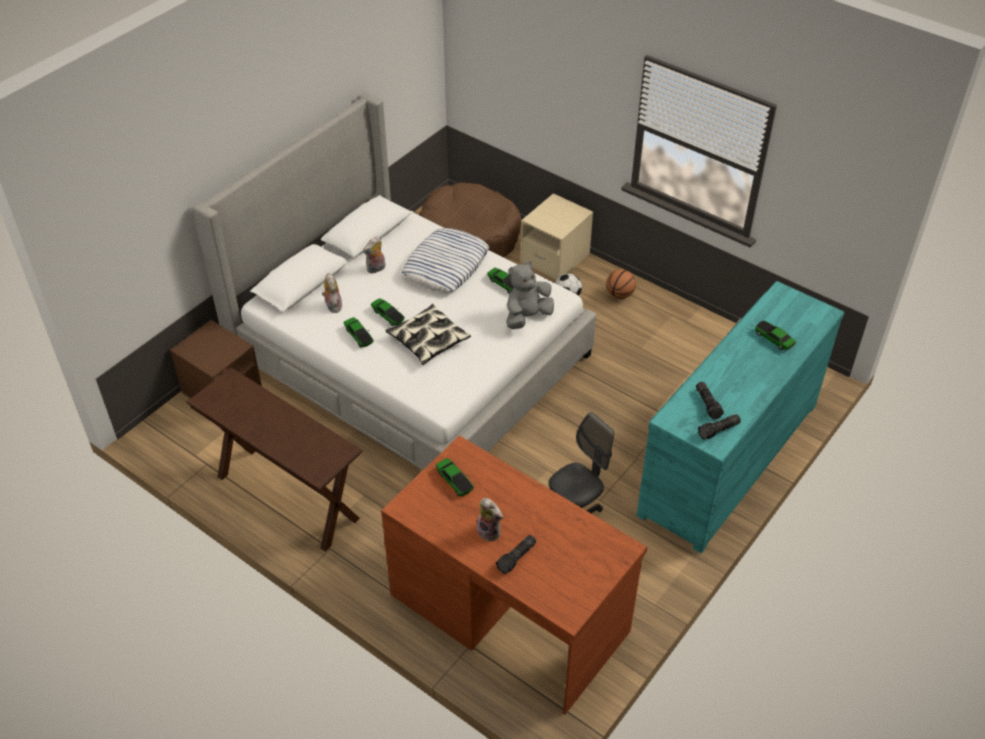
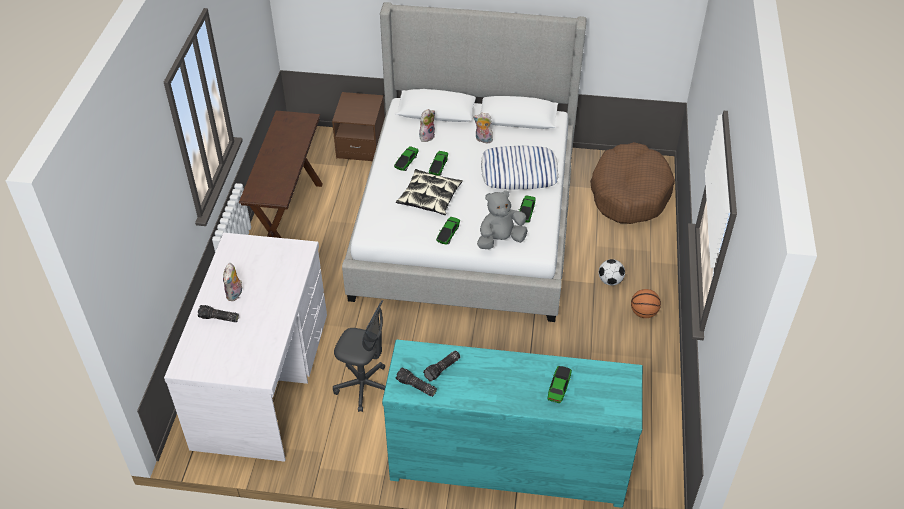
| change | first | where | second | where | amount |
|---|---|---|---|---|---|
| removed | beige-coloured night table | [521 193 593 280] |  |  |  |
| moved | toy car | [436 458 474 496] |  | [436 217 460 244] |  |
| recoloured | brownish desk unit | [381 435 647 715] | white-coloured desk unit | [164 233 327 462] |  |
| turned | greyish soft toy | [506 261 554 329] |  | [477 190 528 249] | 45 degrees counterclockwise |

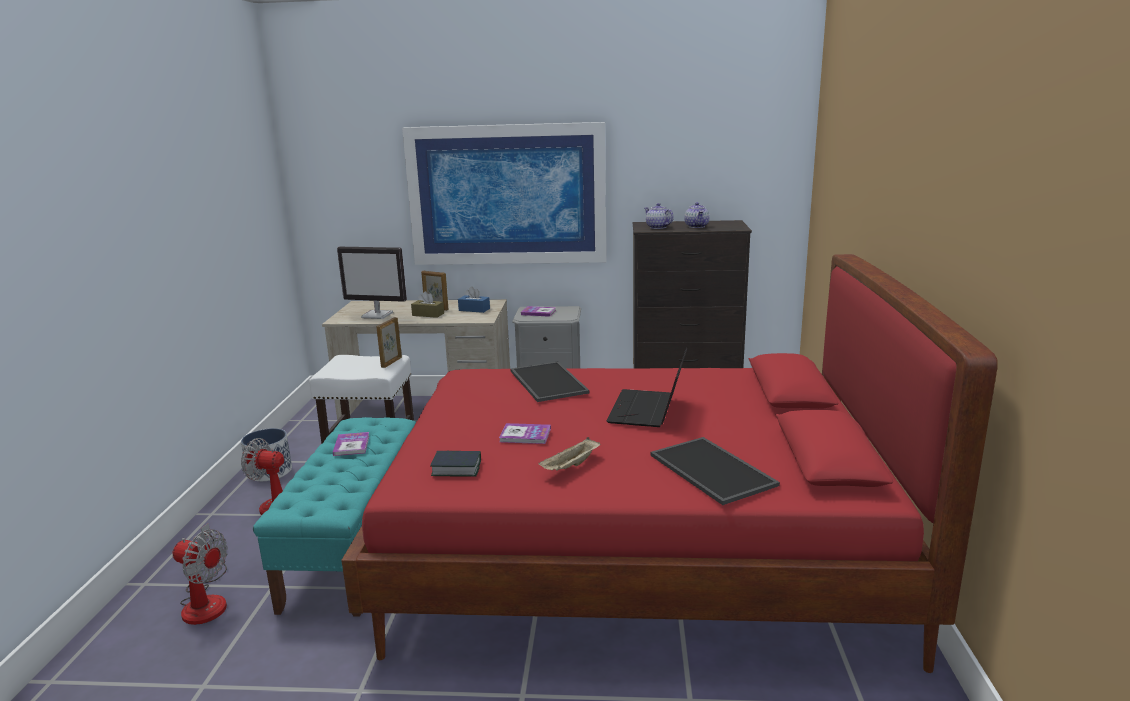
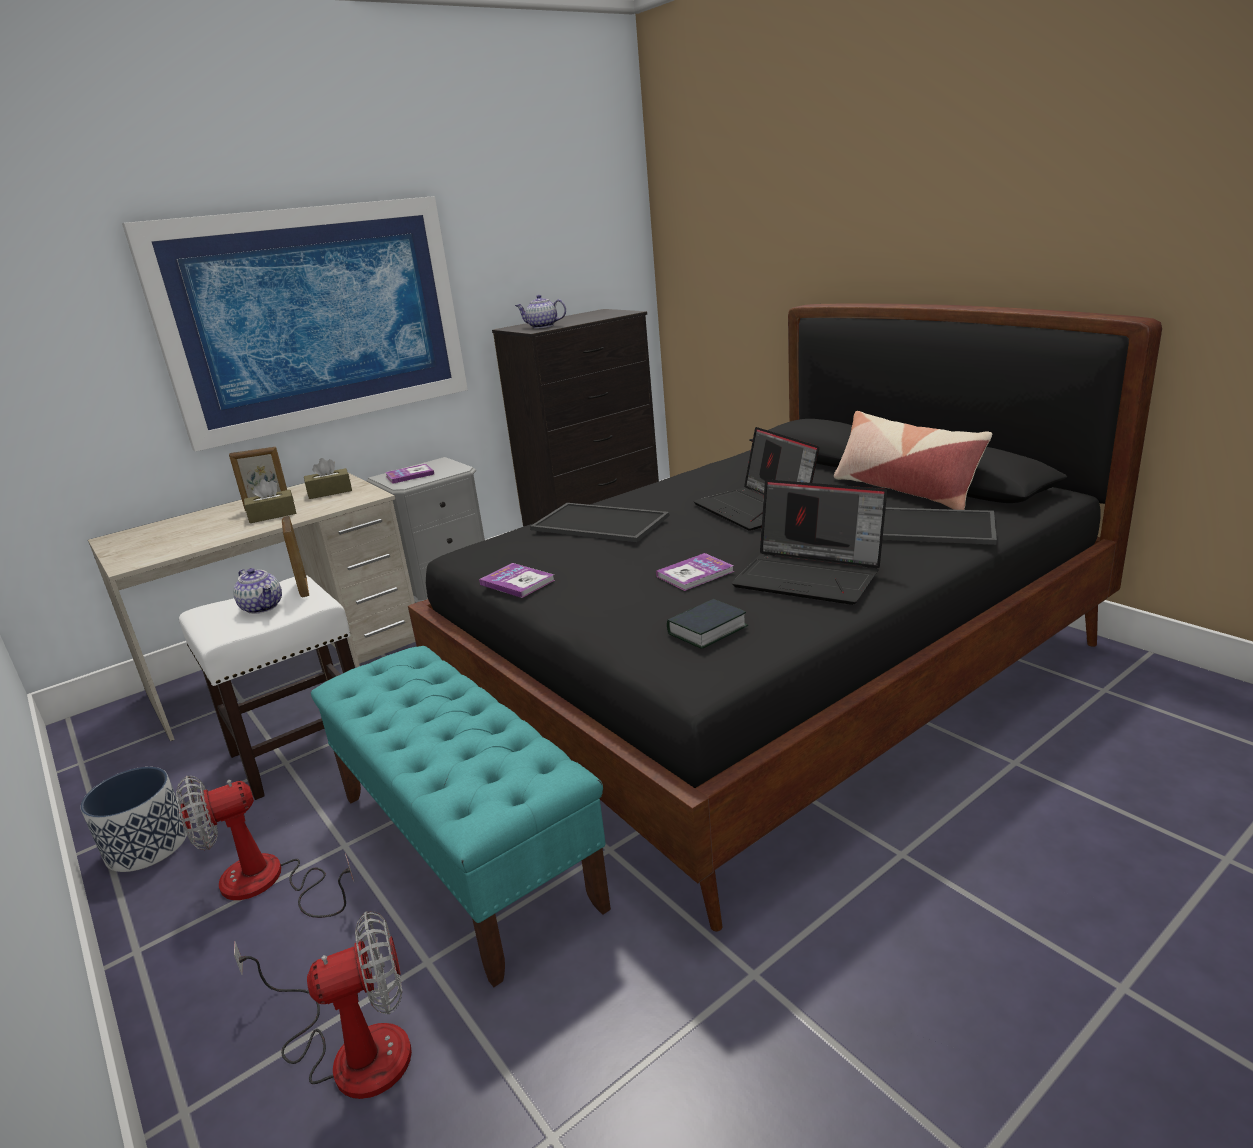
| change | first | where | second | where | amount |
|---|---|---|---|---|---|
| removed | computer display | [337 247 407 319] |  |  |  |
| added |  |  | cushion | [834 411 992 510] |  |
| moved | volume | [333 432 369 456] |  | [479 563 555 598] |  |
| moved | pot for tea | [684 202 710 228] |  | [233 568 282 614] |  |
| replaced | beige-coloured carrying tray | [538 437 600 471] | laptop | [732 479 887 605] |  |
| recoloured | reddish sleeping bed | [341 254 998 673] | black-coloured sleeping bed | [408 304 1162 932] |  |
| recoloured | bluish tissue box | [458 287 490 313] | brownish tissue box | [304 458 352 499] |  |

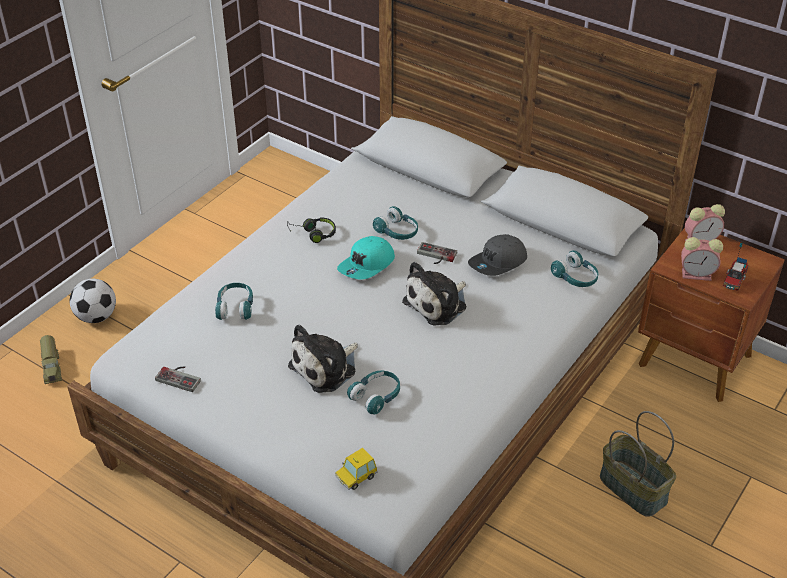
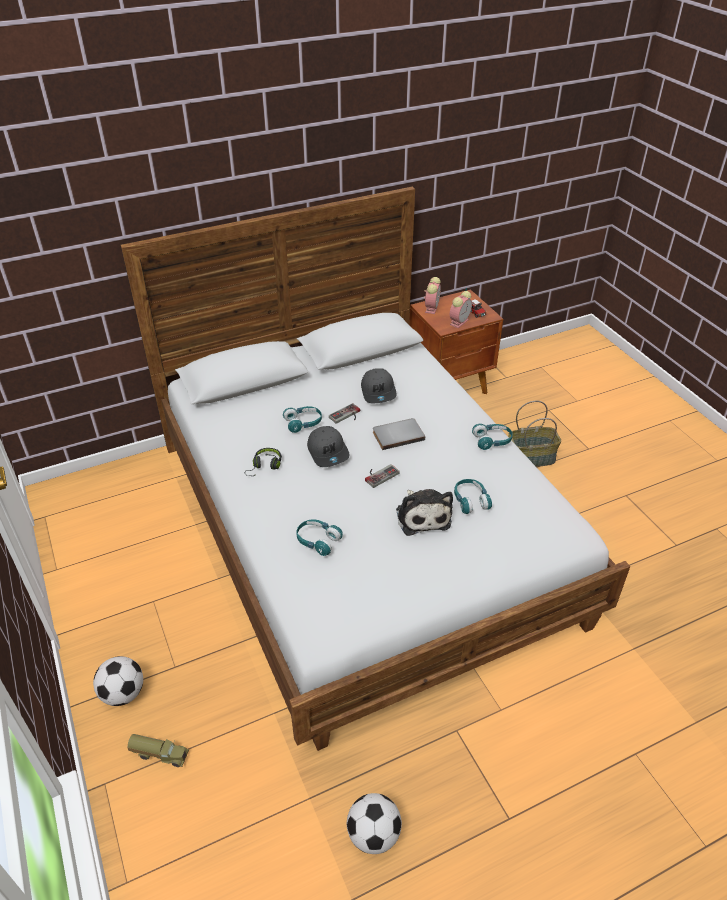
| change | first | where | second | where | amount |
|---|---|---|---|---|---|
| removed | toy car | [335 448 378 490] |  |  |  |
| added |  |  | football | [347 793 402 854] |  |
| moved | joypad | [155 366 201 392] |  | [365 464 400 488] |  |
| moved | blue-green headset | [551 250 598 287] |  | [472 423 513 450] |  |
| replaced | soft toy | [402 262 466 326] | greyish volume | [373 418 425 450] |  |
| recoloured | blue-green cap | [337 236 395 280] | greyish cap | [307 426 350 467] |  |

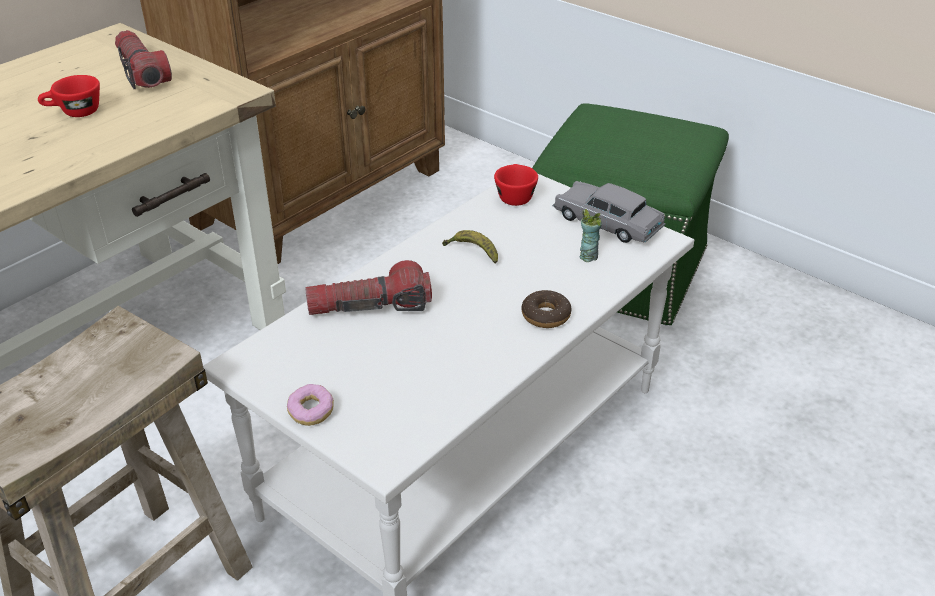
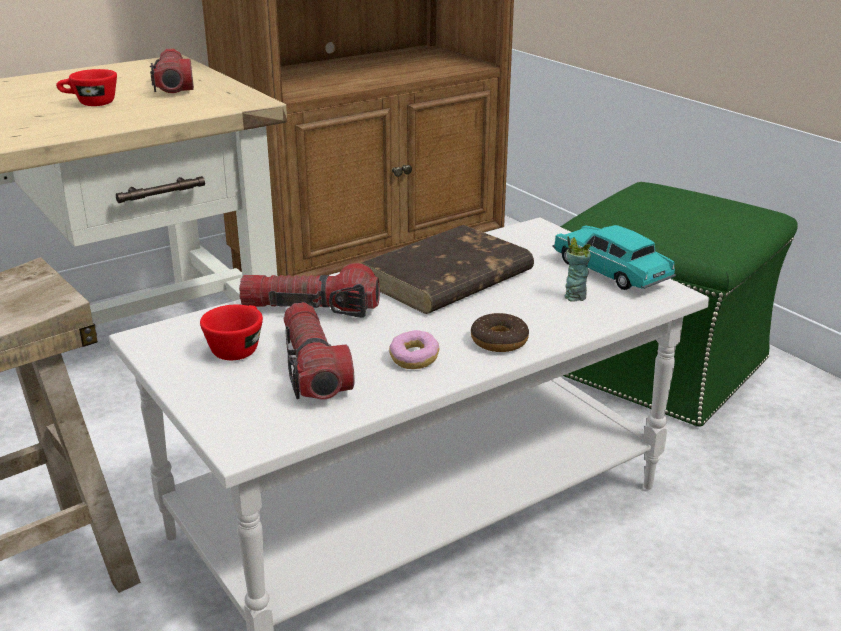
| change | first | where | second | where | amount |
|---|---|---|---|---|---|
| added |  |  | hand torch | [284 302 355 400] |  |
| moved | ring doughnut | [287 384 334 426] |  | [389 330 440 369] |  |
| moved | reddish cup | [494 164 538 206] |  | [200 304 263 360] |  |
| replaced | banana | [442 230 498 264] | brownish volume | [361 225 534 314] |  |
| recoloured | greyish toy car | [552 181 666 243] | blue-green toy car | [552 225 676 290] |  |

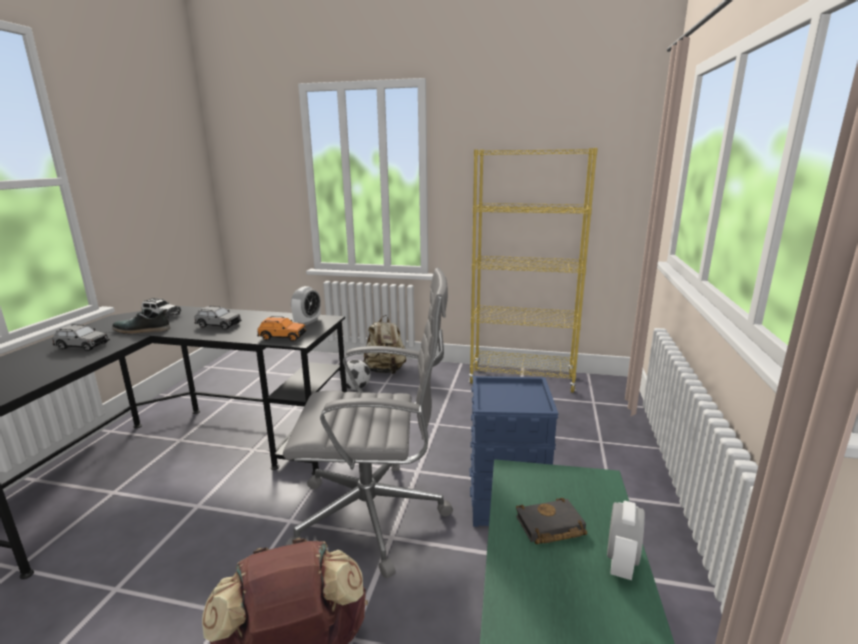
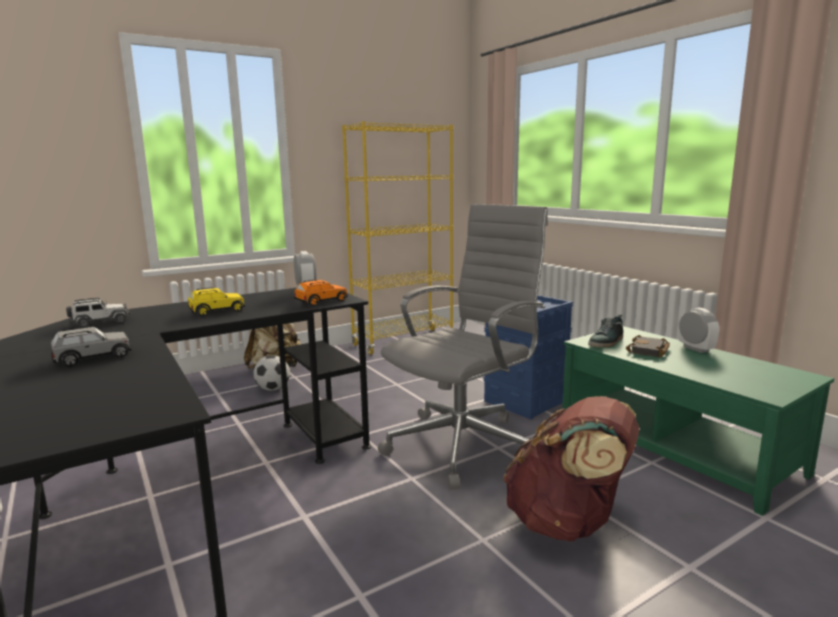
| change | first | where | second | where | amount |
|---|---|---|---|---|---|
| moved | low shoe | [112 308 170 334] |  | [588 314 623 347] |  |
| recoloured | greyish toy car | [194 306 242 330] | yellow-coloured toy car | [188 287 245 316] |  |

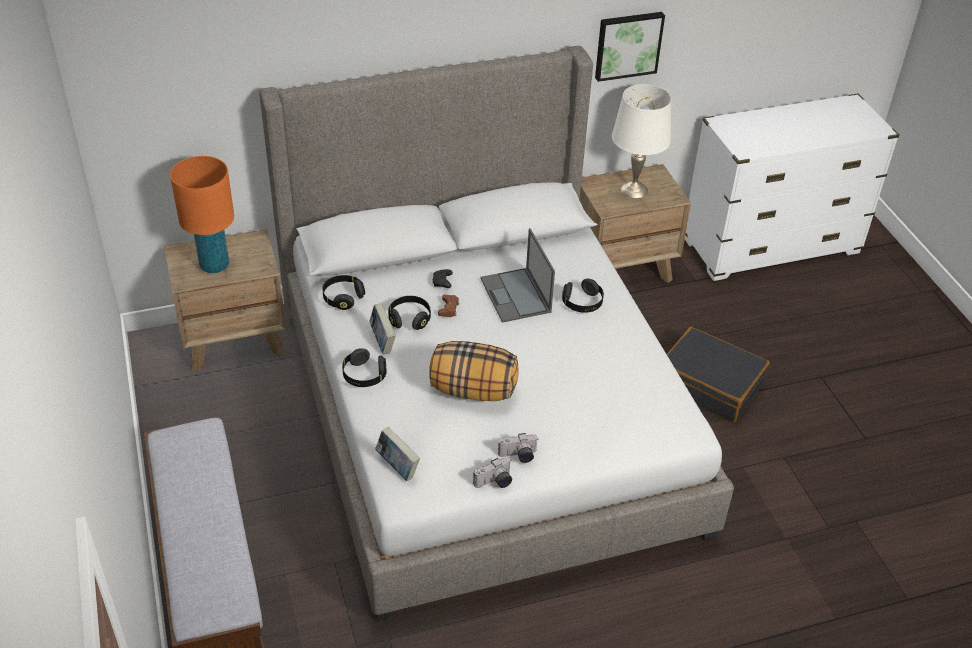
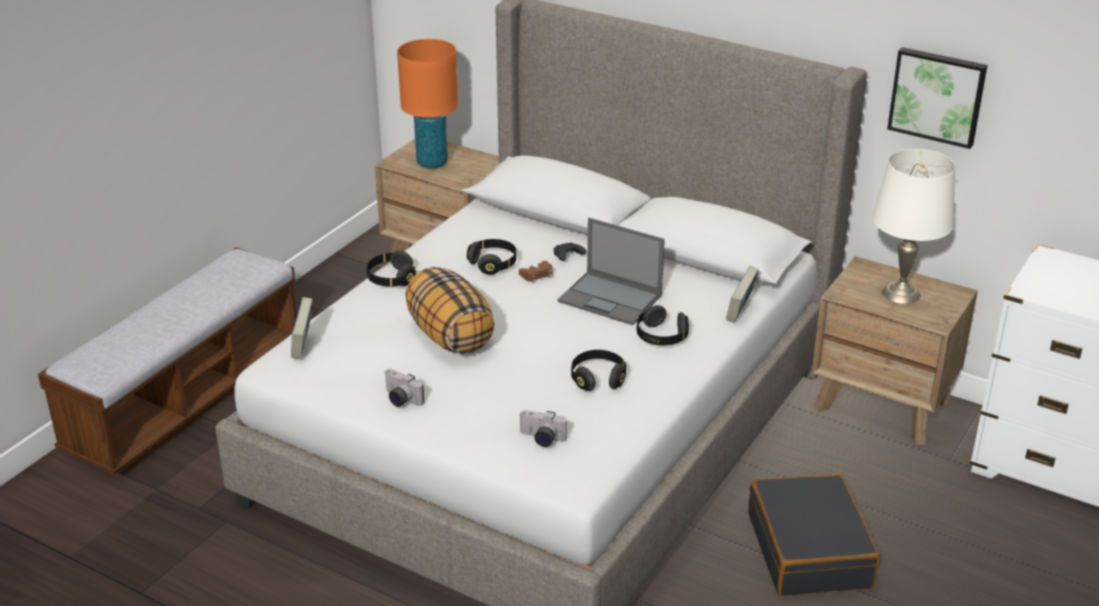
| change | first | where | second | where | amount |
|---|---|---|---|---|---|
| moved | black-coloured headset | [323 275 365 310] |  | [571 350 626 391] |  |
| moved | volume | [369 303 396 354] |  | [726 266 759 323] |  |
| moved | photo camera | [473 457 512 488] |  | [520 410 567 447] |  |
| turned | laptop | [480 228 555 323] |  | [558 218 665 325] | 90 degrees counterclockwise |

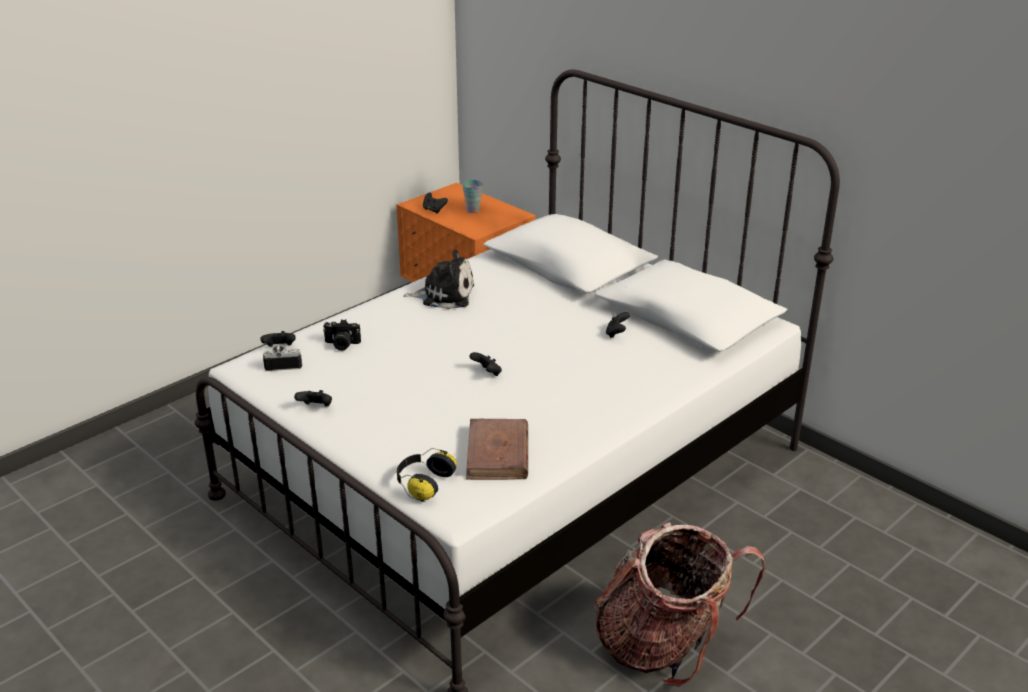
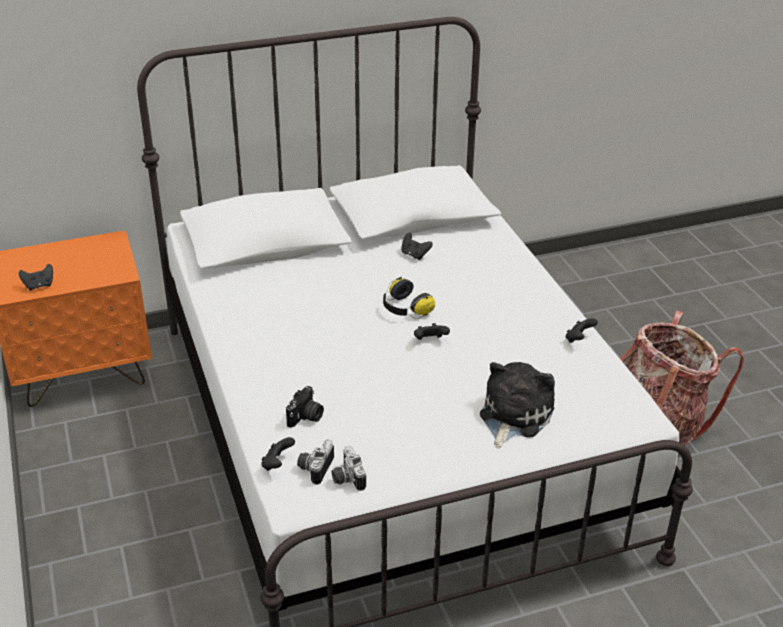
| change | first | where | second | where | amount |
|---|---|---|---|---|---|
| removed | cup | [462 180 483 213] |  |  |  |
| removed | brownish volume | [466 419 528 480] |  |  |  |
| added |  |  | photo camera | [332 446 366 491] |  |
| moved | black-coloured joypad | [294 390 332 407] |  | [566 318 598 343] |  |
| moved | headset | [397 448 457 502] |  | [383 277 435 319] |  |
| moved | soft toy | [403 249 474 309] |  | [480 362 555 448] |  |

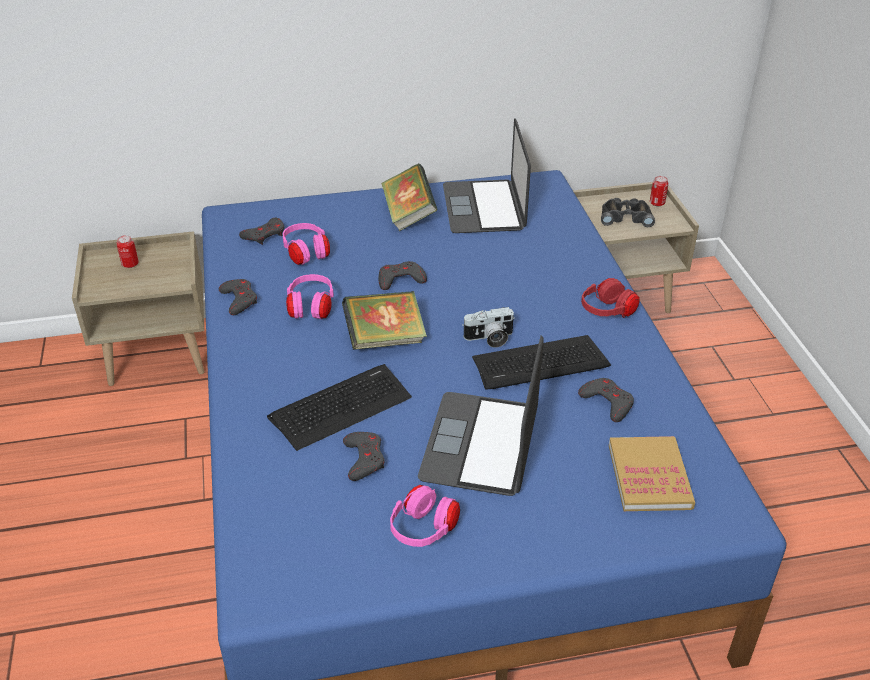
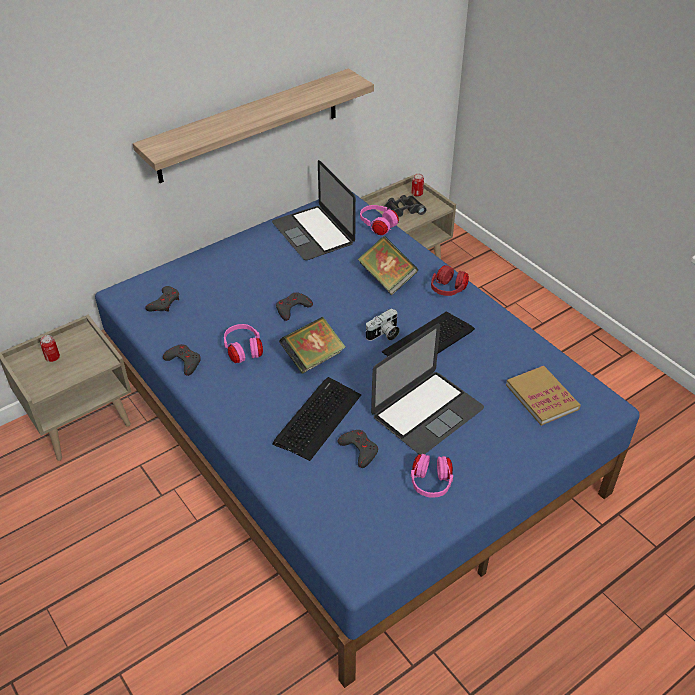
| change | first | where | second | where | amount |
|---|---|---|---|---|---|
| removed | greyish joypad | [578 378 634 422] |  |  |  |
| added |  |  | wall shelf | [133 68 374 183] |  |
| moved | pink headset | [283 223 330 265] |  | [360 205 399 235] |  |
| moved | volume | [381 164 438 231] |  | [358 236 418 295] |  |
| turned | laptop | [418 335 544 496] |  | [371 324 484 454] | 120 degrees counterclockwise |

